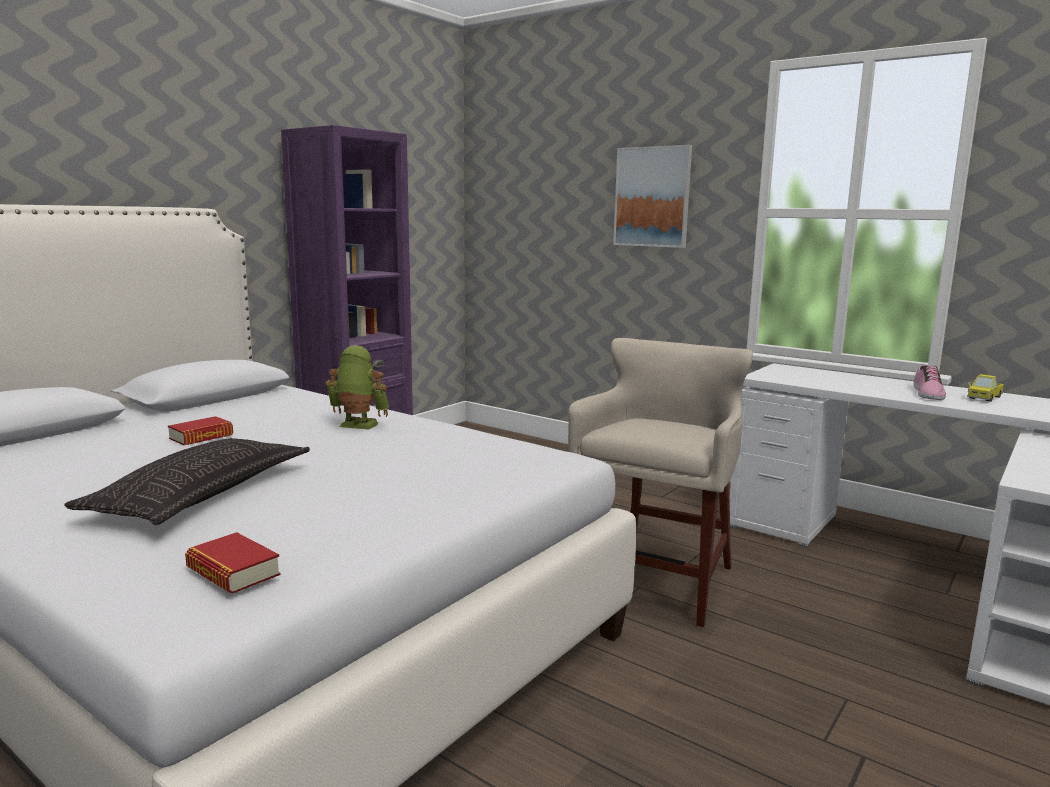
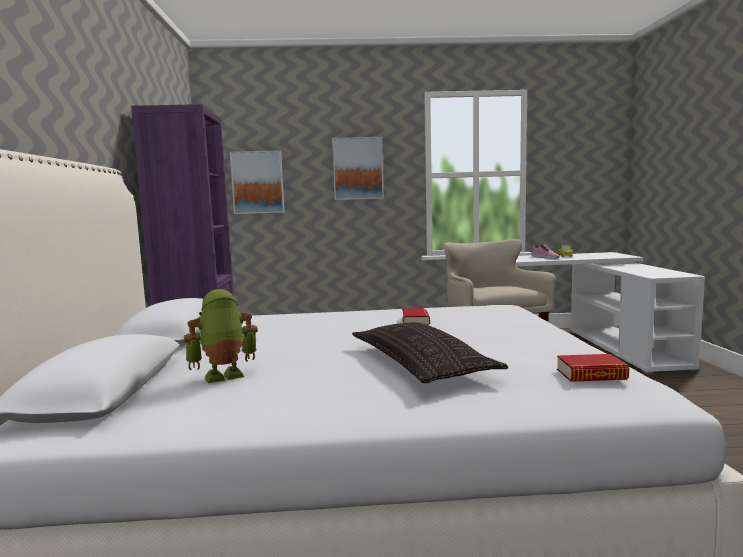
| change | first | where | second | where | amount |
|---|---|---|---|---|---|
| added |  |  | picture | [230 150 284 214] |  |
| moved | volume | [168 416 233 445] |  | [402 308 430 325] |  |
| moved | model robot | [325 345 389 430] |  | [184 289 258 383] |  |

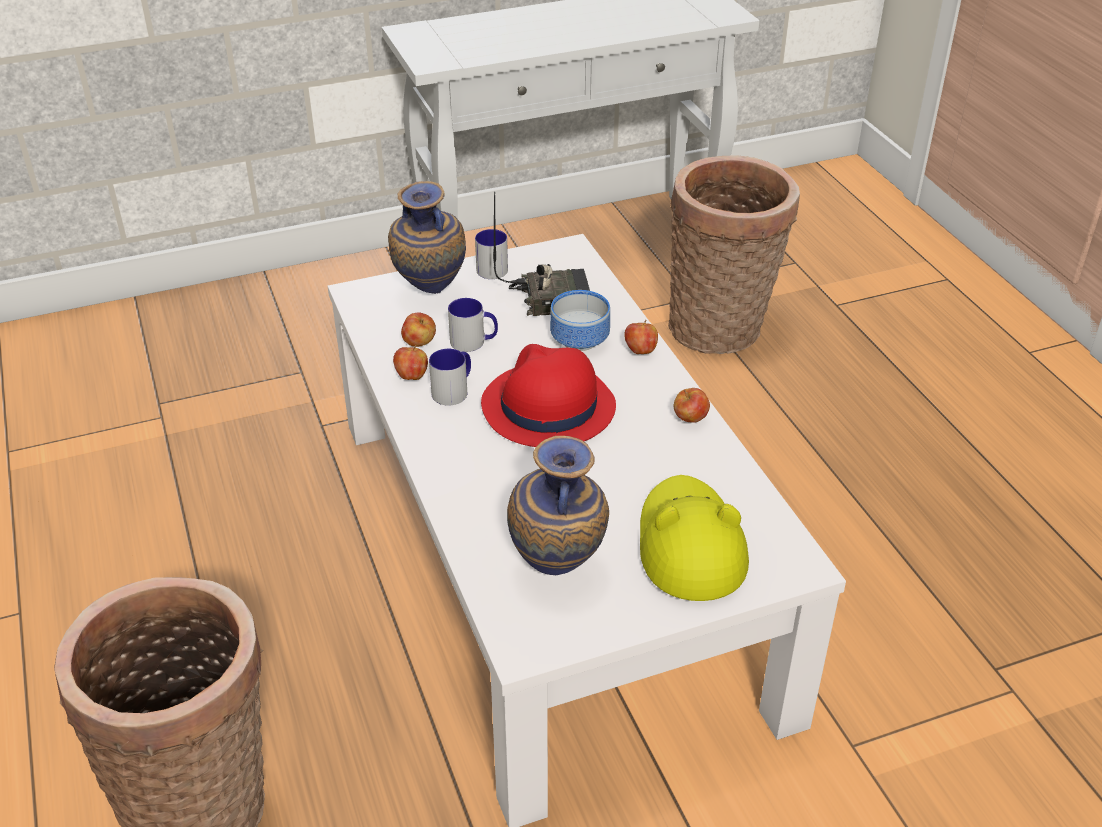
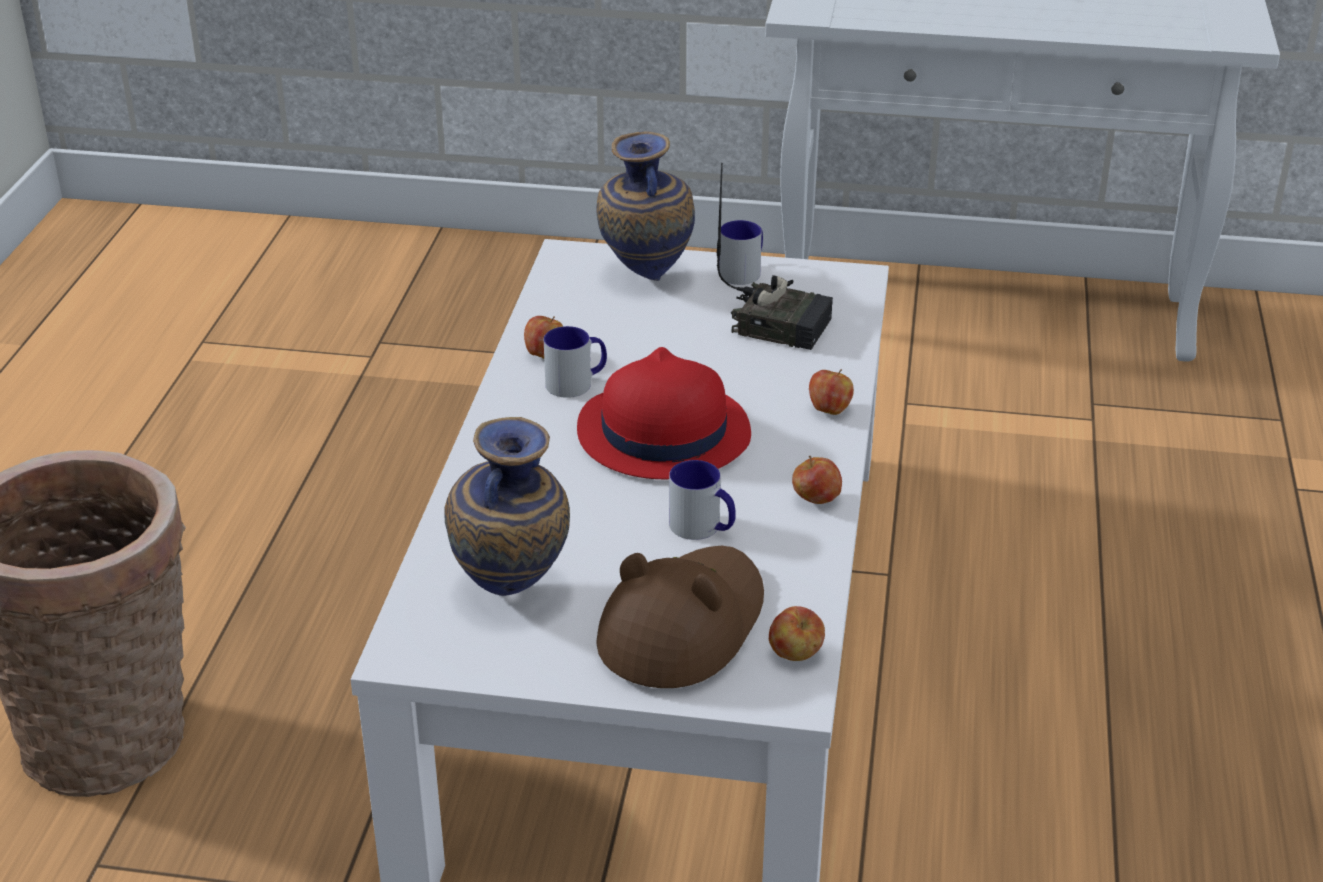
| change | first | where | second | where | amount |
|---|---|---|---|---|---|
| removed | bowl | [550 290 610 351] |  |  |  |
| removed | household basket | [668 155 800 354] |  |  |  |
| moved | whole apple | [401 312 436 347] |  | [769 606 825 661] |  |
| moved | tea mug | [448 298 498 352] |  | [669 460 736 540] |  |
| recoloured | yellow-coloured hat | [640 475 749 601] | brownish hat | [596 546 764 688] |  |

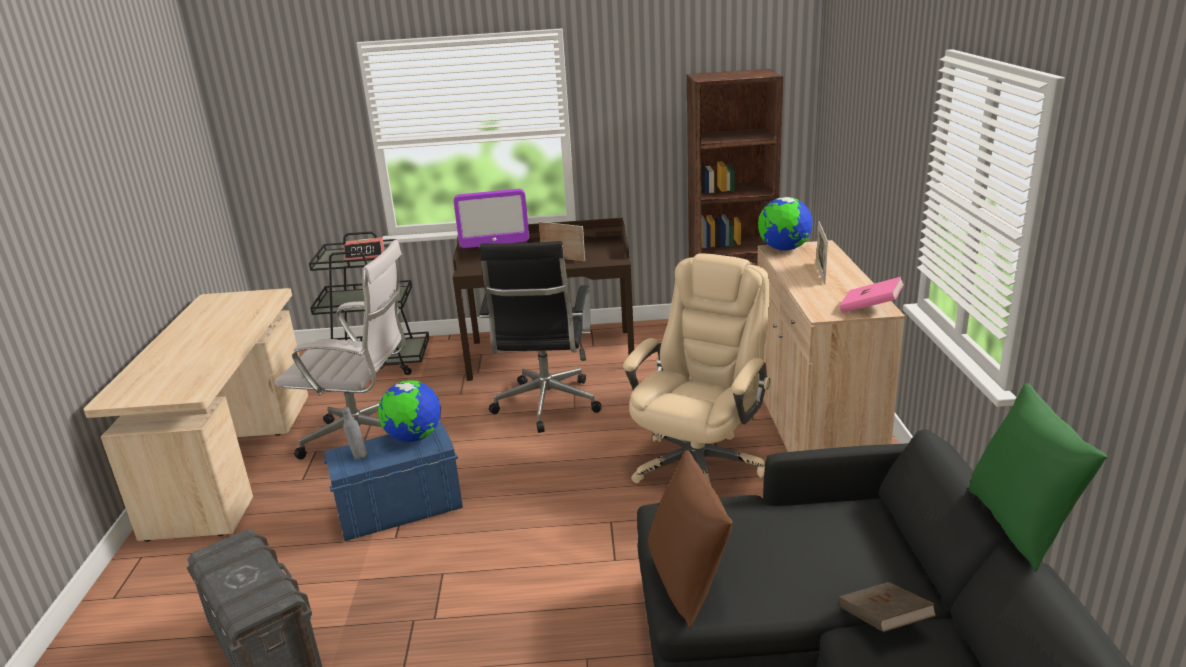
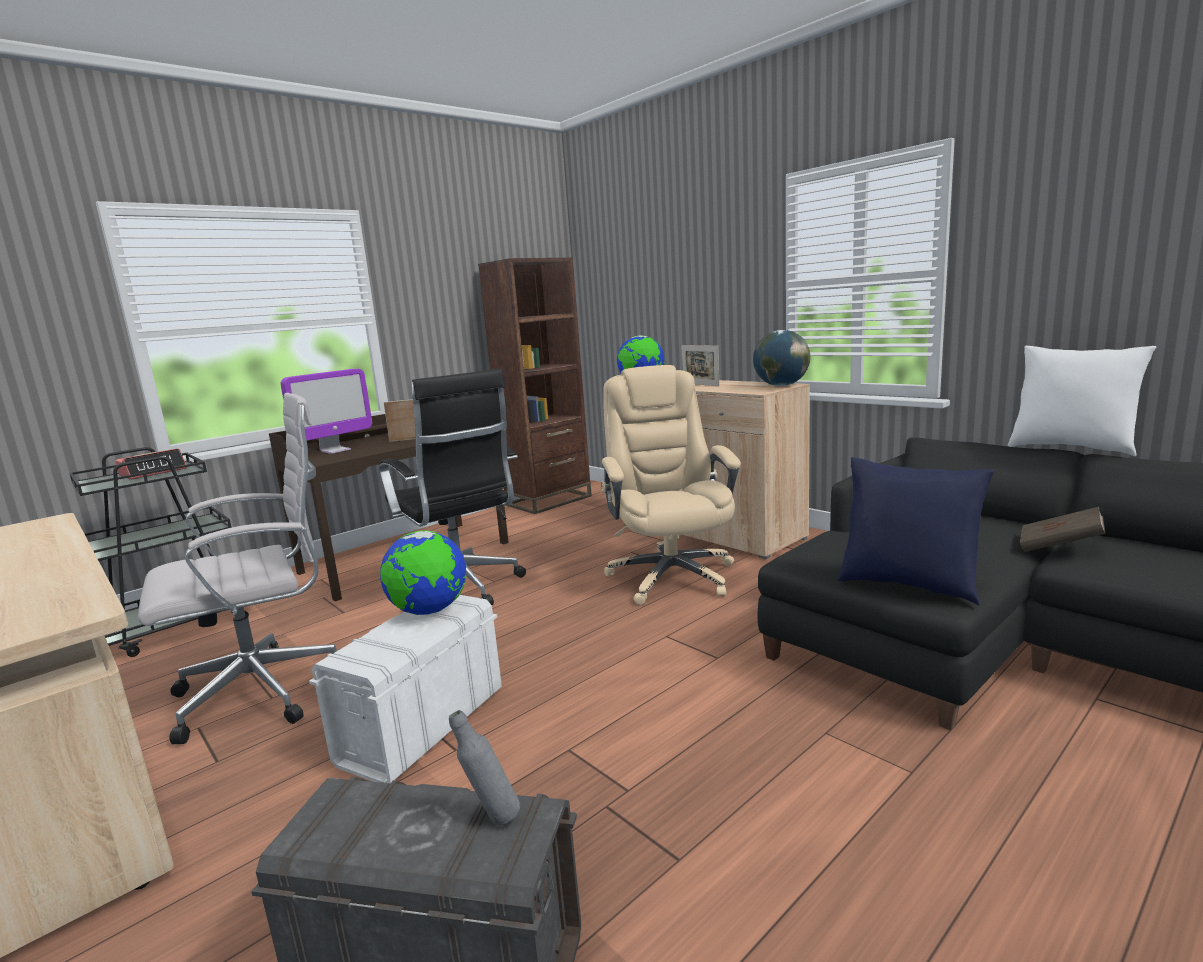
| change | first | where | second | where | amount |
|---|---|---|---|---|---|
| moved | greyish beverage bottle | [342 407 368 460] |  | [449 710 520 826] |  |
| replaced | pink volume | [839 277 904 313] | world globe | [753 330 810 386] |  |
| recoloured | bluish storage bin | [324 422 463 541] | white-coloured storage bin | [309 595 502 783] |  |
| recoloured | brownish cushion | [648 450 733 629] | bluish cushion | [838 457 995 605] |  |
| recoloured | greenish cushion | [969 383 1107 572] | white-coloured cushion | [1008 346 1156 457] |  |

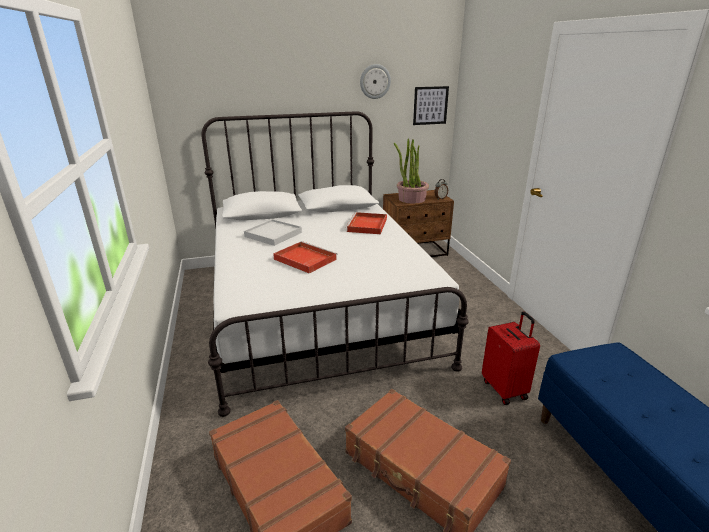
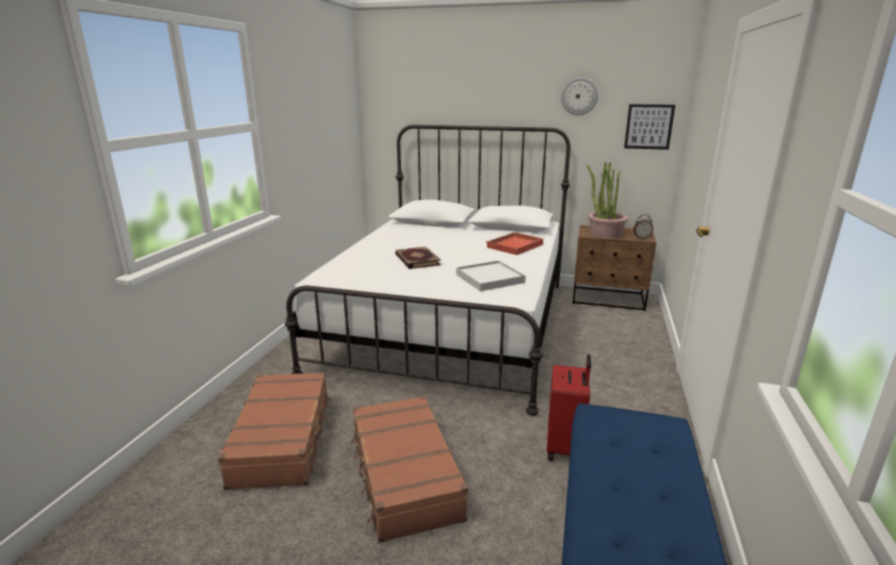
| change | first | where | second | where | amount |
|---|---|---|---|---|---|
| moved | white-coloured carrying tray | [244 219 302 246] |  | [456 260 526 291] |  |
| replaced | reddish carrying tray | [273 241 337 274] | volume | [395 246 441 269] |  |

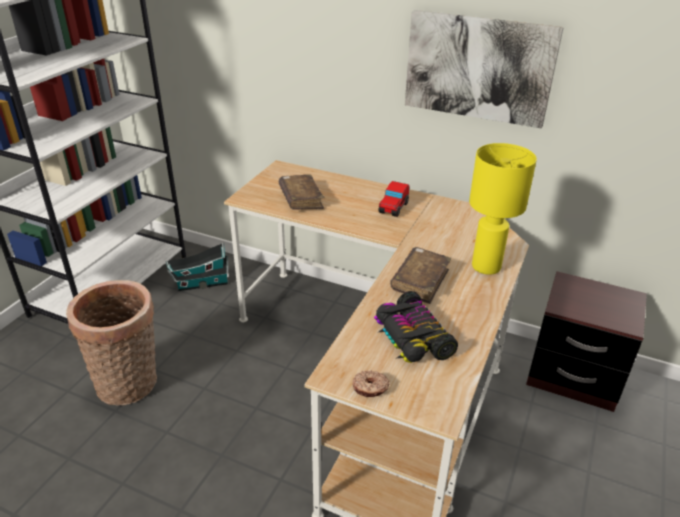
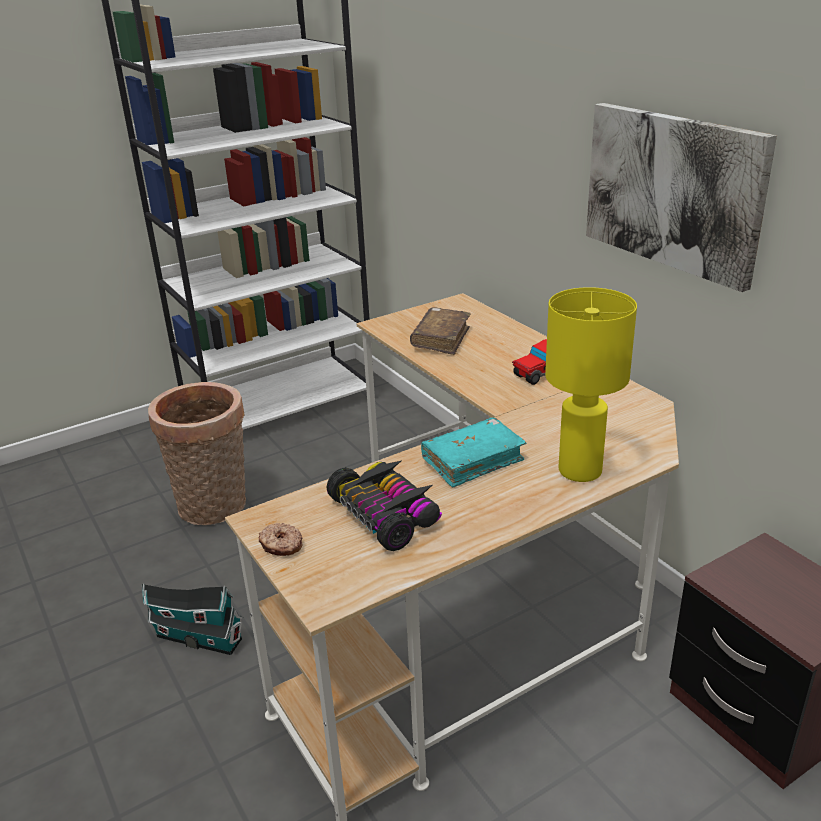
| change | first | where | second | where | amount |
|---|---|---|---|---|---|
| moved | toy house | [165 243 229 291] |  | [142 583 243 655] |  |
| recoloured | brownish volume | [390 247 451 304] | blue-green volume | [421 418 526 487] |  |
| turned | toy car | [374 291 458 363] |  | [327 460 442 551] | 135 degrees clockwise |

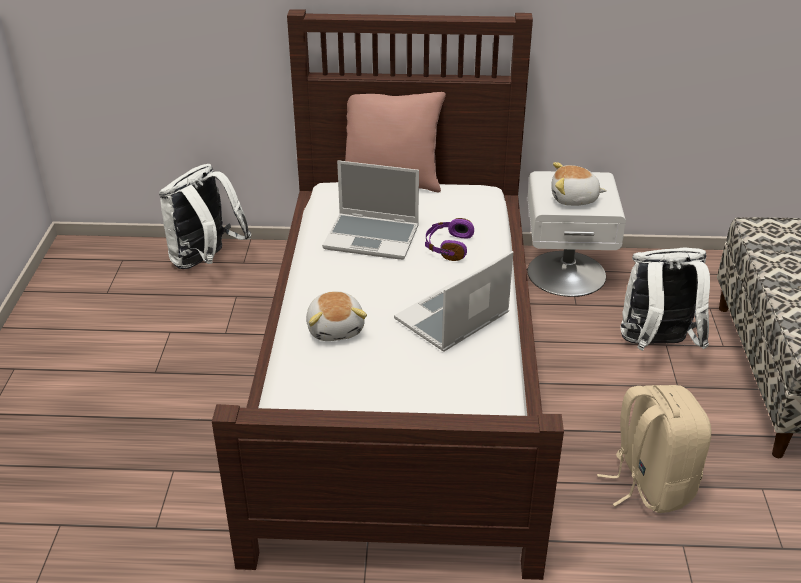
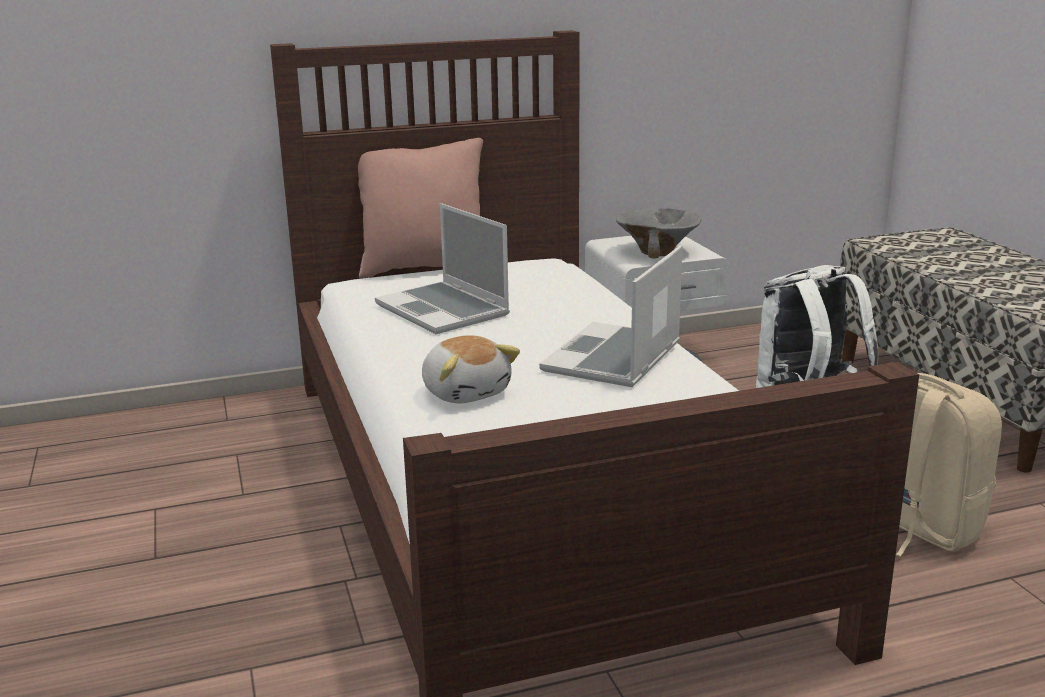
| change | first | where | second | where | amount |
|---|---|---|---|---|---|
| removed | white-coloured rucksack | [159 164 252 269] |  |  |  |
| removed | purple-coloured headset | [425 218 474 261] |  |  |  |
| replaced | soft toy | [551 162 607 206] | greyish bowl | [616 208 702 259] |  |
| turned | laptop | [322 160 419 260] |  | [375 203 510 334] | 60 degrees clockwise |

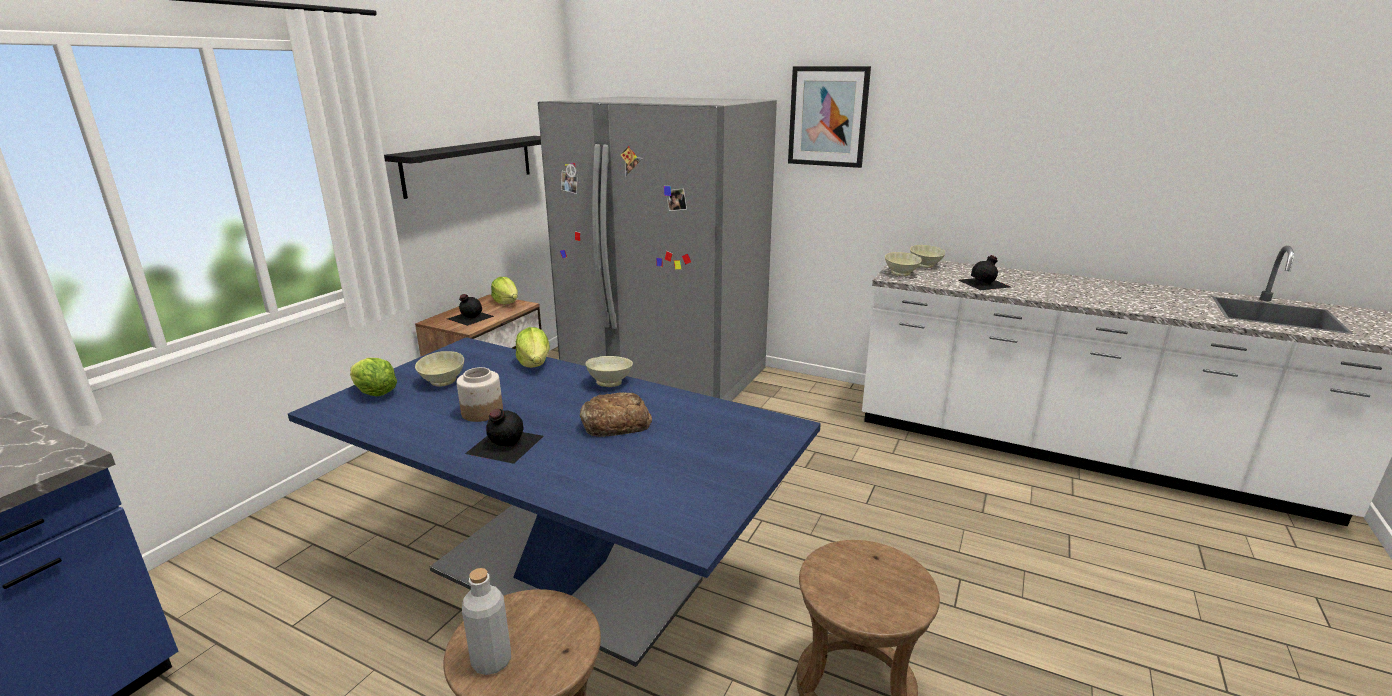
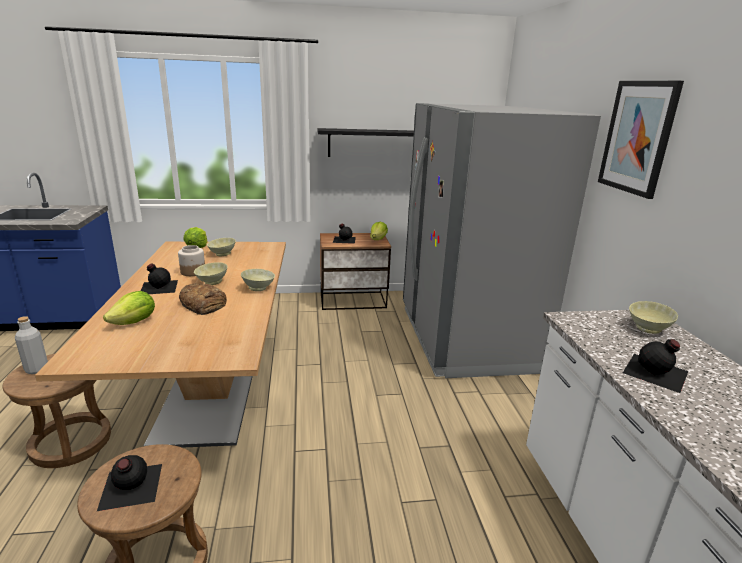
| change | first | where | second | where | amount |
|---|---|---|---|---|---|
| added |  |  | black-coloured beverage bottle | [97 455 162 511] |  |
| moved | head of lettuce | [516 327 550 368] |  | [103 291 155 325] |  |
| moved | beige-coloured bowl | [885 252 922 276] |  | [194 262 228 285] |  |
| recoloured | bluish dinner table | [288 337 821 667] | beige-coloured dinner table | [35 242 286 448] |  |

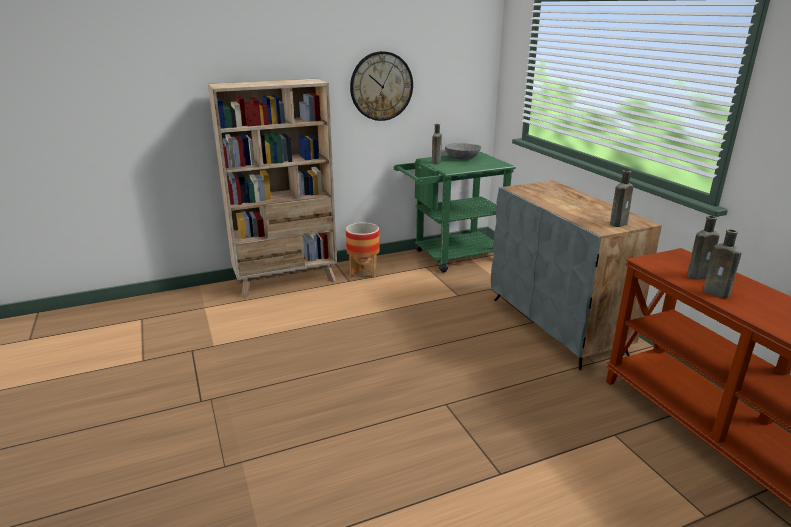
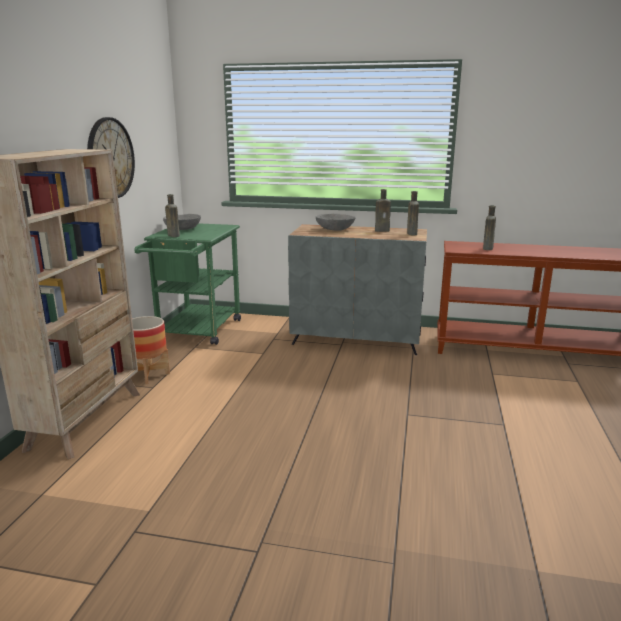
| change | first | where | second | where | amount |
|---|---|---|---|---|---|
| added |  |  | greyish bowl | [316 214 356 231] |  |
| moved | brownish beverage bottle | [703 229 742 298] |  | [375 189 391 232] |  |

